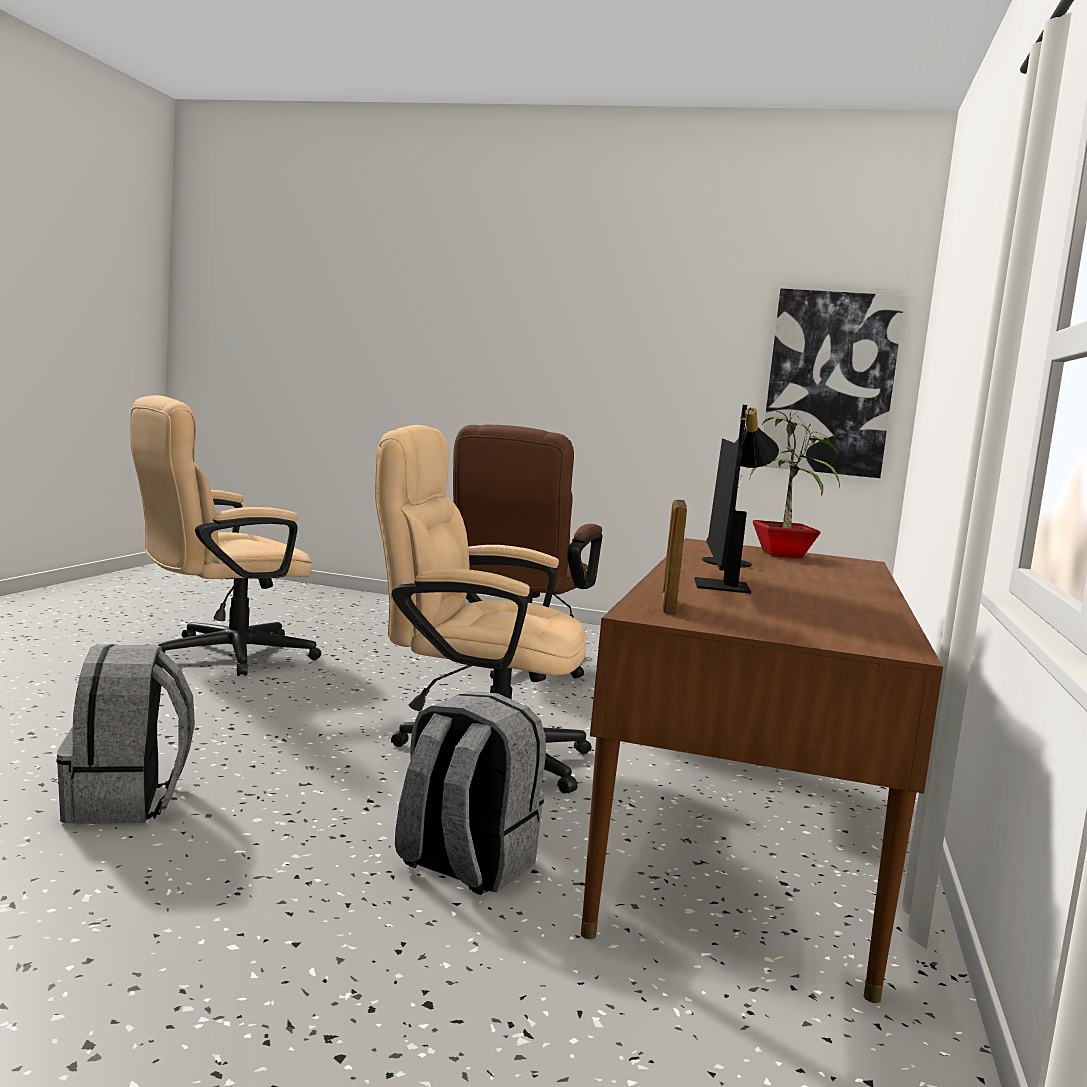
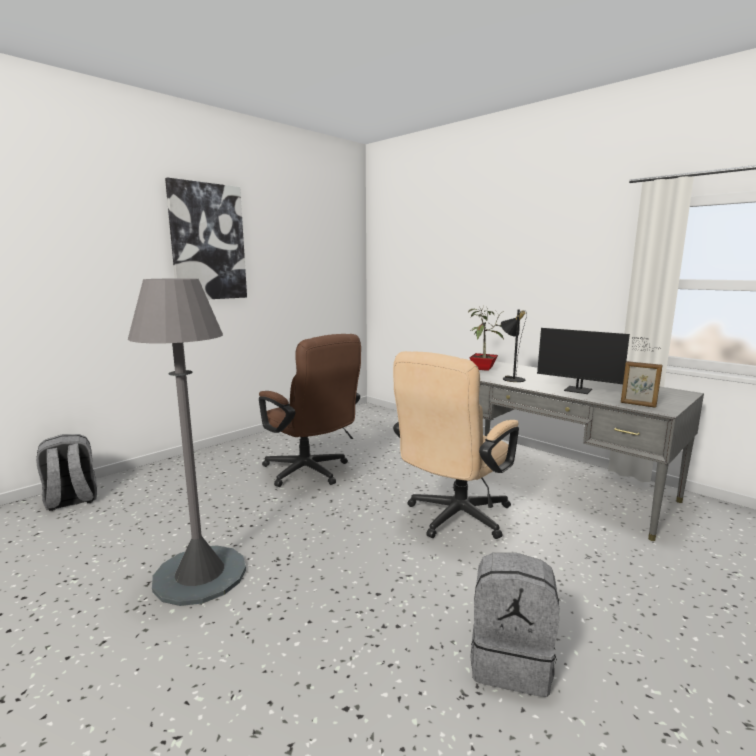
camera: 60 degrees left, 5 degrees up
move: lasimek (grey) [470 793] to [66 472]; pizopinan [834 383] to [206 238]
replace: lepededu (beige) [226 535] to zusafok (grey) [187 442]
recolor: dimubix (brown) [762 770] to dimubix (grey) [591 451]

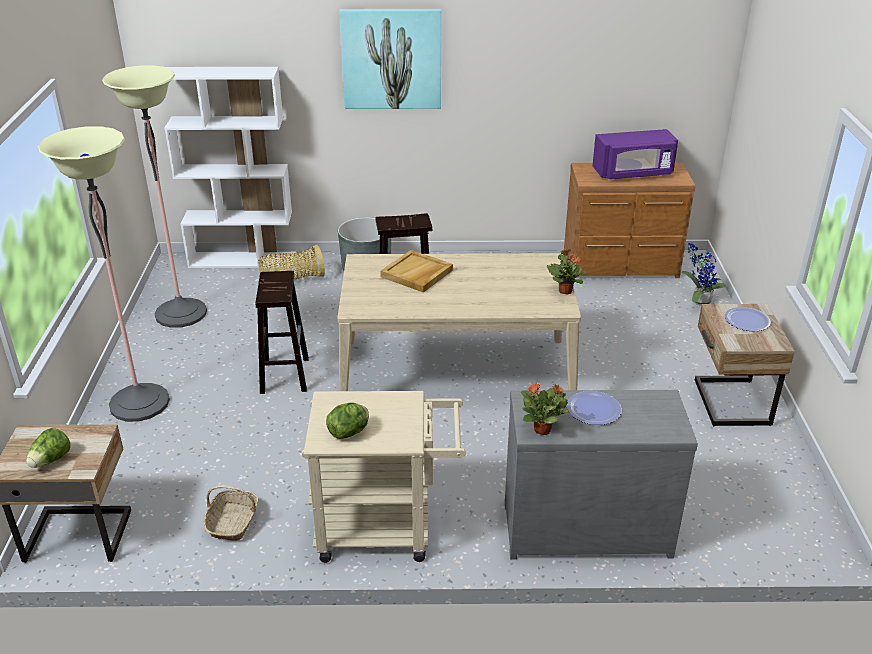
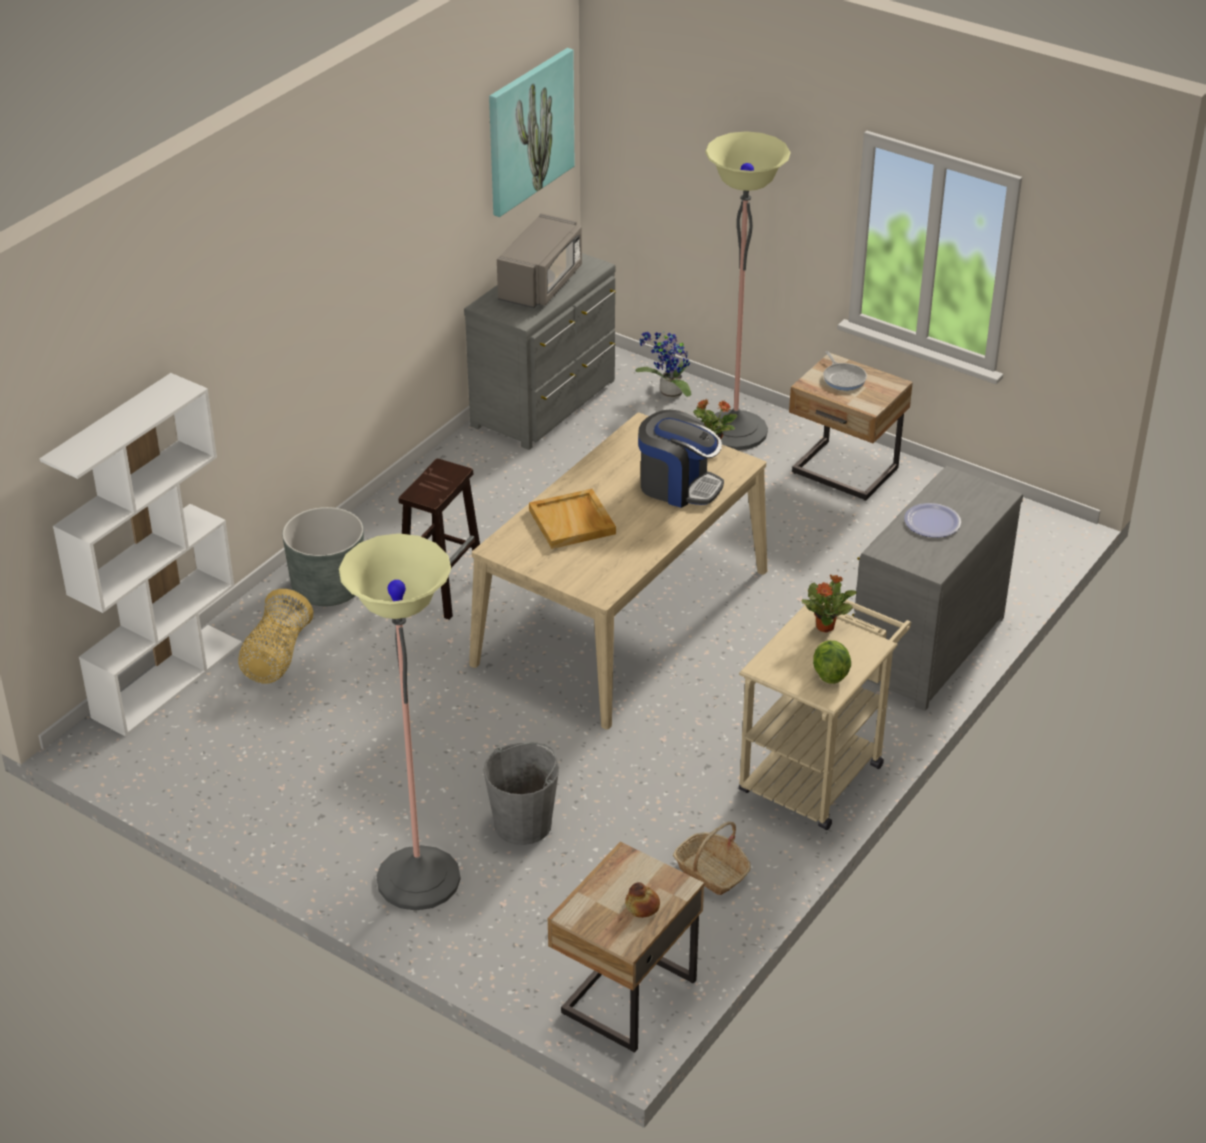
camera: 55 degrees left, 5 degrees up
delete: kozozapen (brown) [282 332]
insert: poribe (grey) [521 794]; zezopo [681 459]
move: zusafok [154 196] to [747 290]; pizopinan [390 59] to [531 132]; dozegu [545 408] to [829 603]
replace: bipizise [48 448] to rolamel [642 900]; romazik [748 319] to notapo [845 370]
recolor: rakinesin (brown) [630 220] to rakinesin (grey) [539 351]; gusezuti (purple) [635 154] to gusezuti (grey) [539 260]

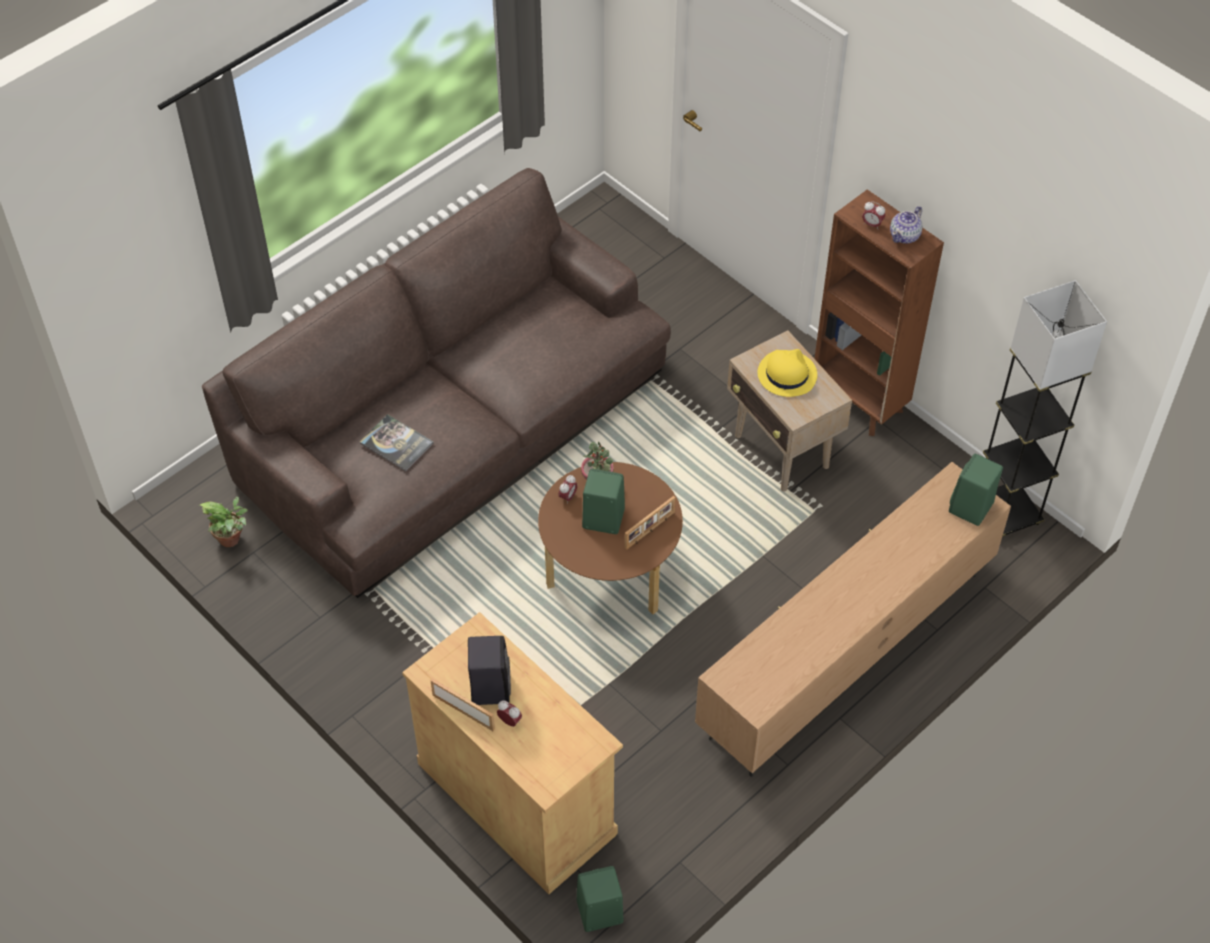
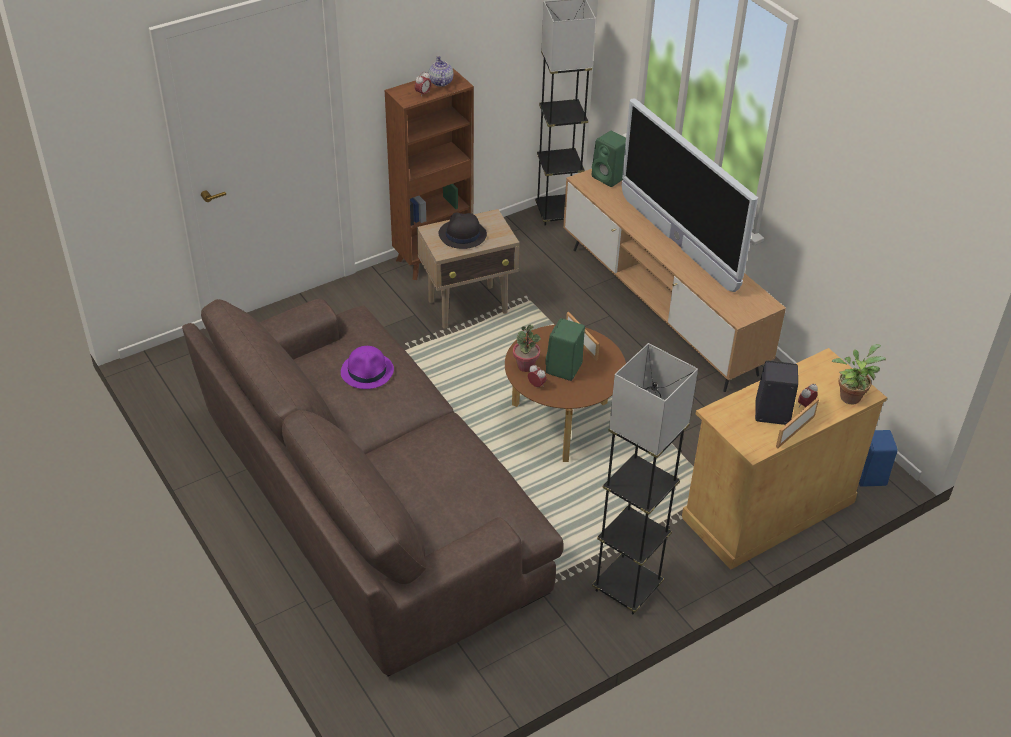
camera: 80 degrees left, 10 degrees down
delete: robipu [397 442]
insert: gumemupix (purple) [367 367]; zusafok (grey) [645 479]; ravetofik [690 195]
move: dozegu [223 522] to [859 374]
recolor: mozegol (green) [600 899] to mozegol (blue) [878 458]; gumemupix (yellow) [787 373] to gumemupix (black) [462 231]
rotate: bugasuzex [906 225] = [441 71] 150 degrees counterclockwise

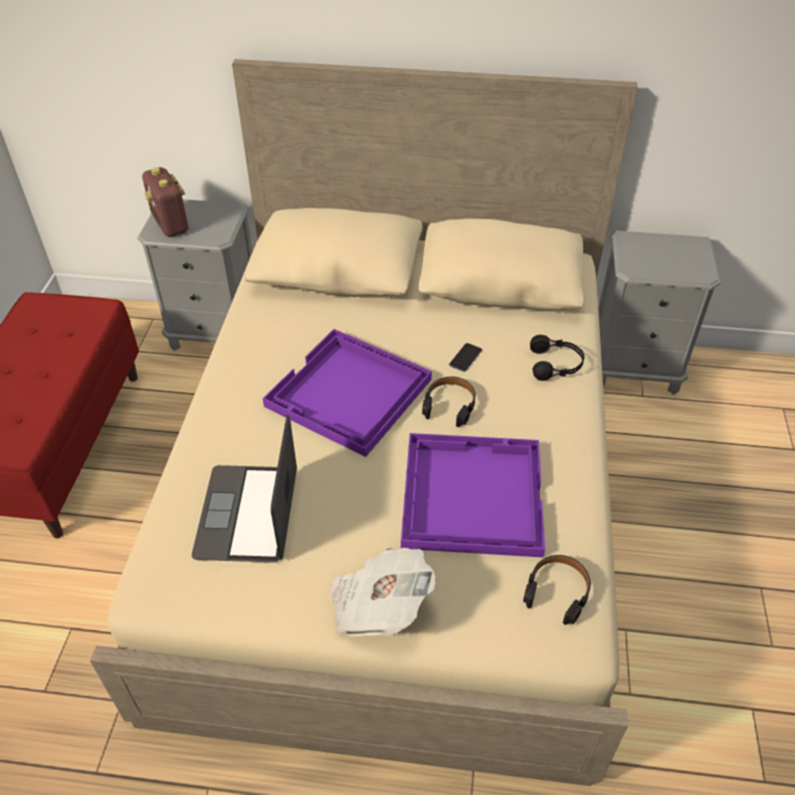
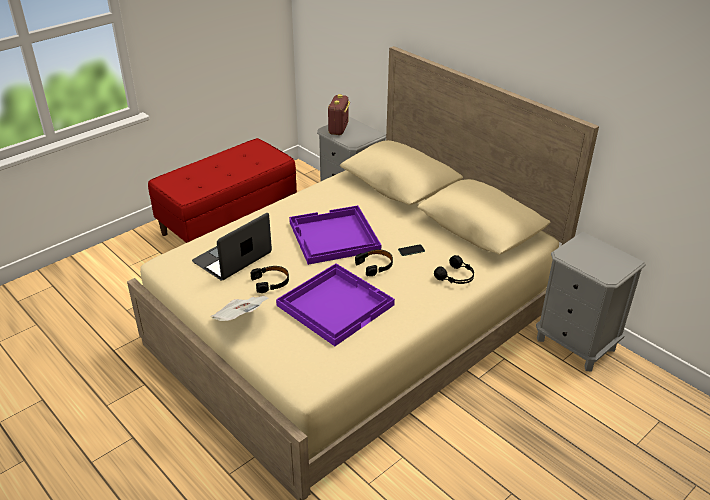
camera: 40 degrees right, 10 degrees down
move: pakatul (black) [557 590] to [270 279]

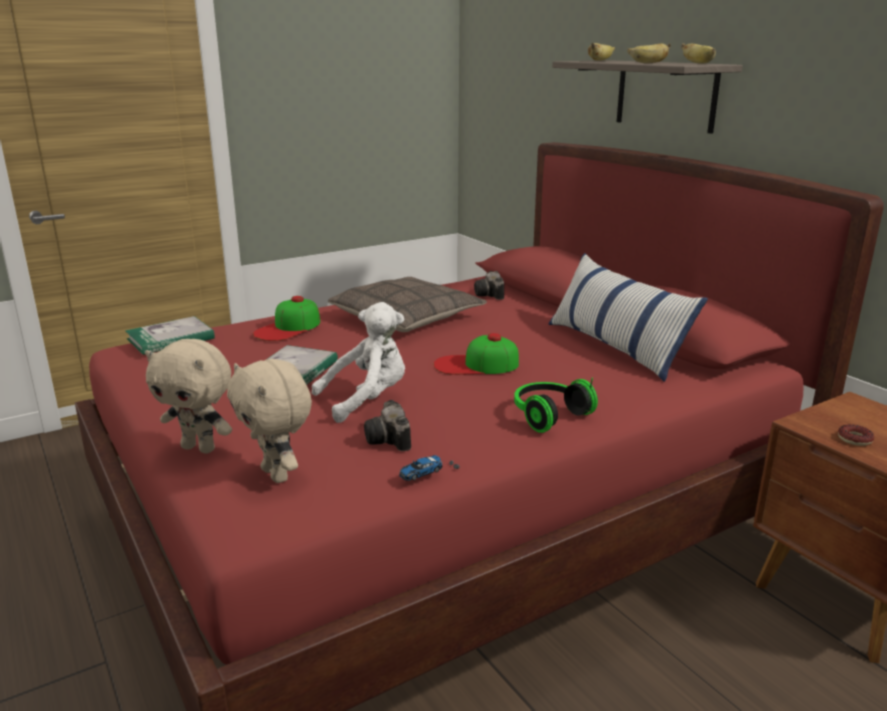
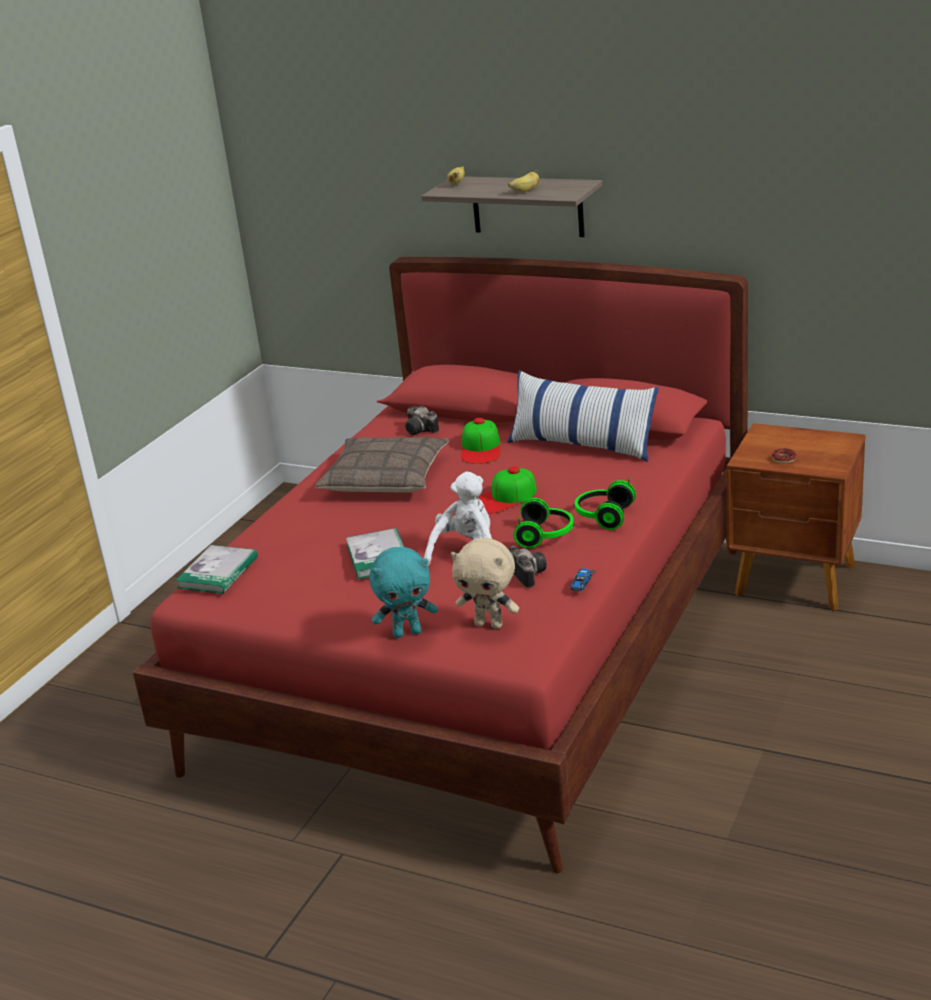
camera: 30 degrees left, 5 degrees up
delete: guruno [698 53]
insert: pakatul [544 523]
move: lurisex [286 318] to [480 441]
recolor: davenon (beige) [188 396] to davenon (turquoise) [404 592]
rotate: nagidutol [387 425] = [527 567] 150 degrees counterclockwise

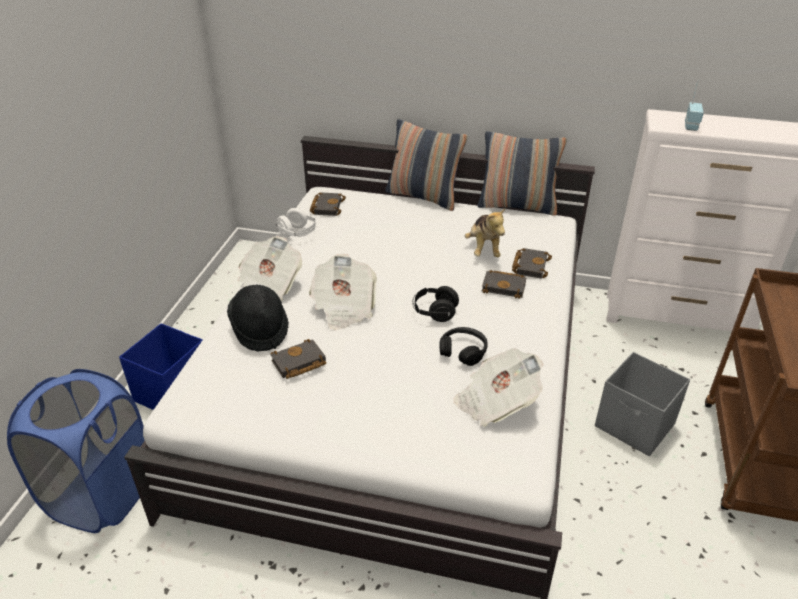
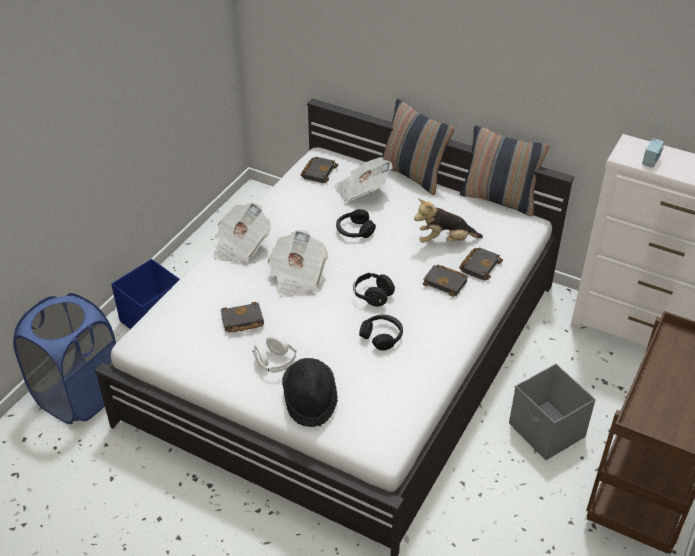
camera: 15 degrees right, 5 degrees up
insert: pakatul (black) [356 223]
move: gumemupix (black) [258 318] to [310 392]; pakatul (white) [296 222] to [274 353]; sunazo [498 387] to [363 179]
rotate: davenon [485 232] = [448 221] 75 degrees clockwise

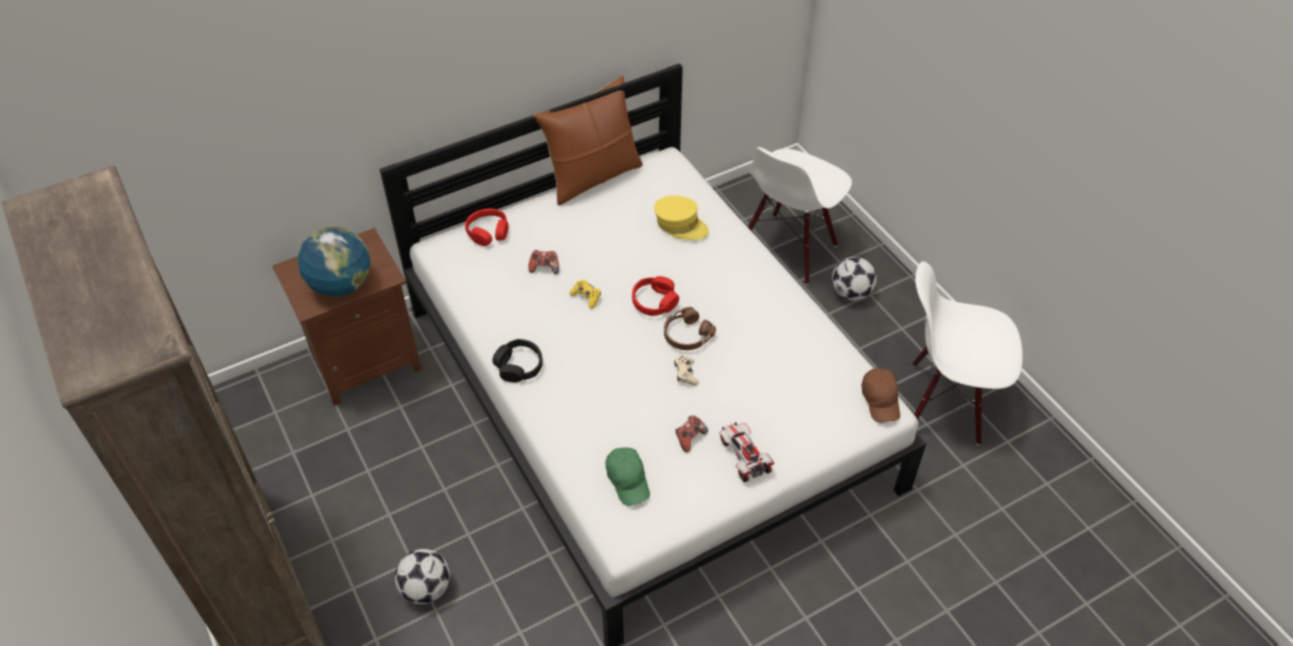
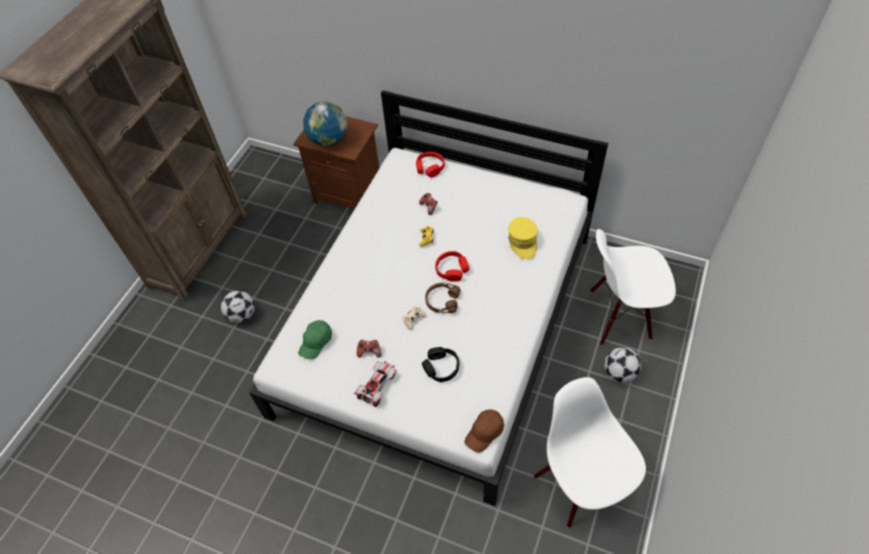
camera: 55 degrees right, 5 degrees up
delete: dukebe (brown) [588 140]
move: pakatul (black) [517 360] to [440 364]

